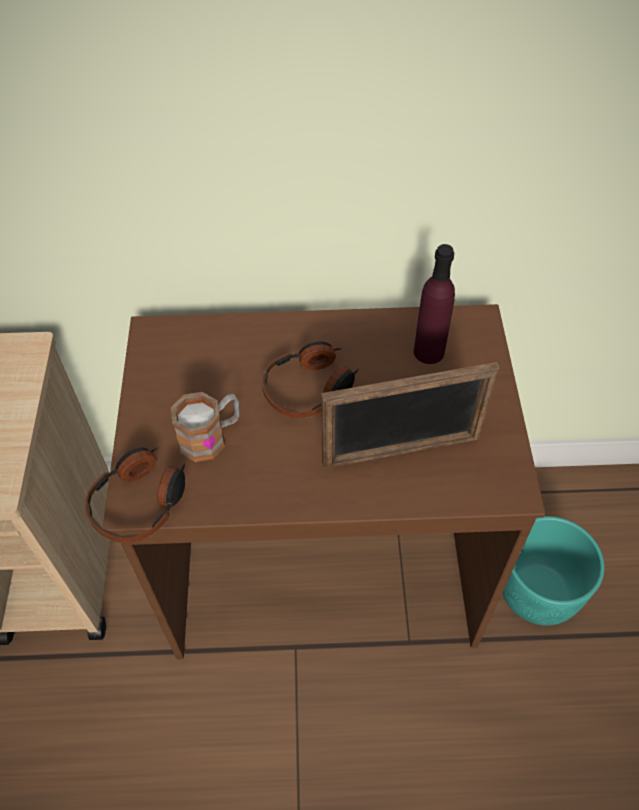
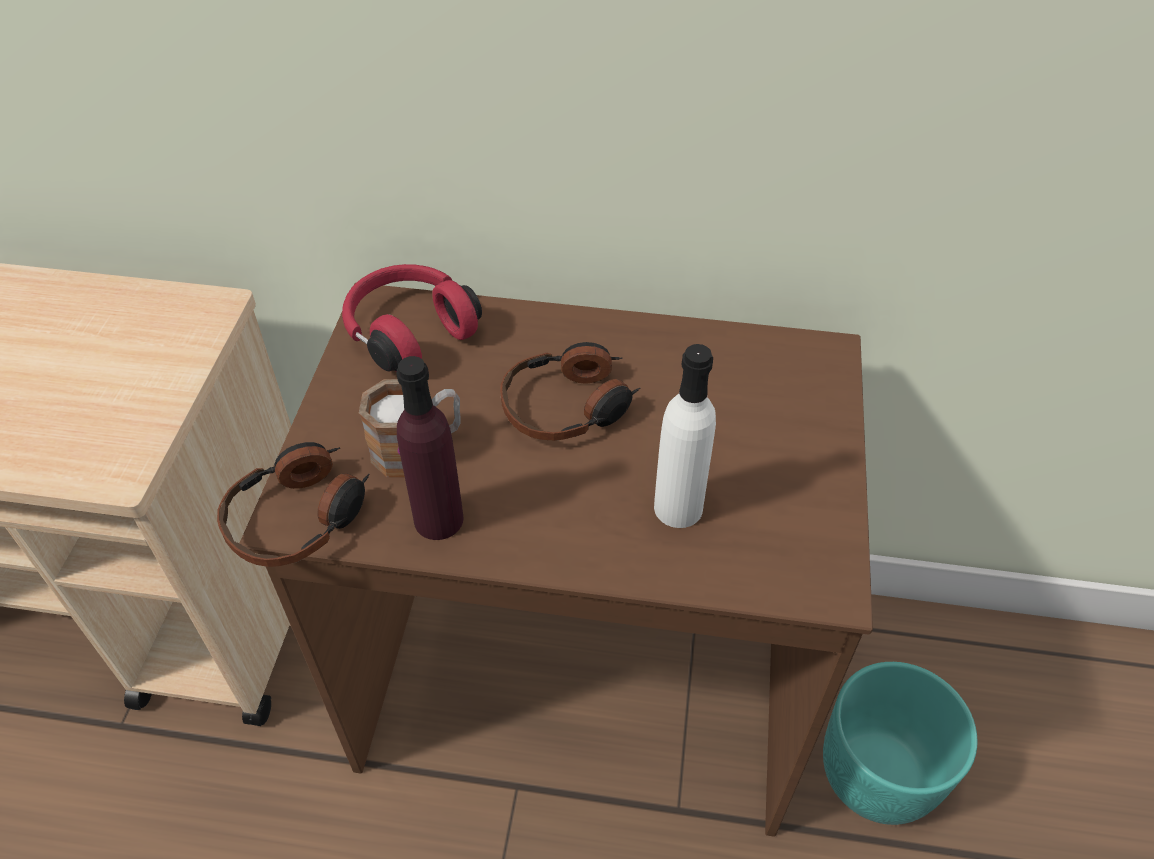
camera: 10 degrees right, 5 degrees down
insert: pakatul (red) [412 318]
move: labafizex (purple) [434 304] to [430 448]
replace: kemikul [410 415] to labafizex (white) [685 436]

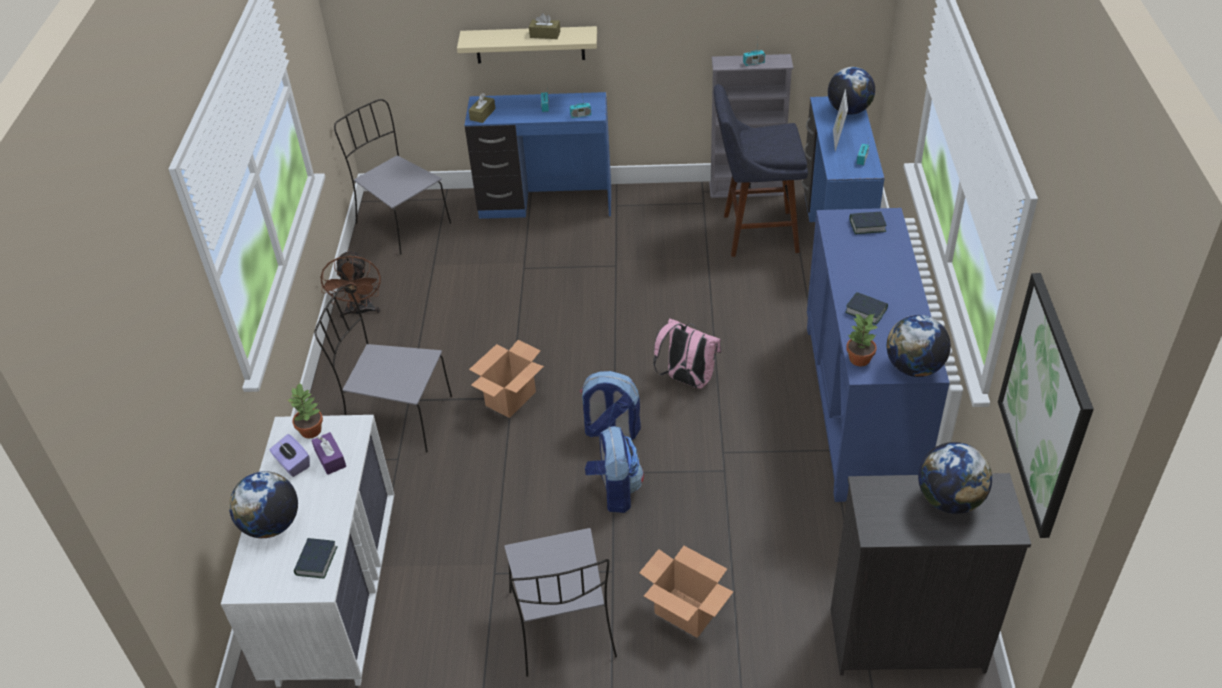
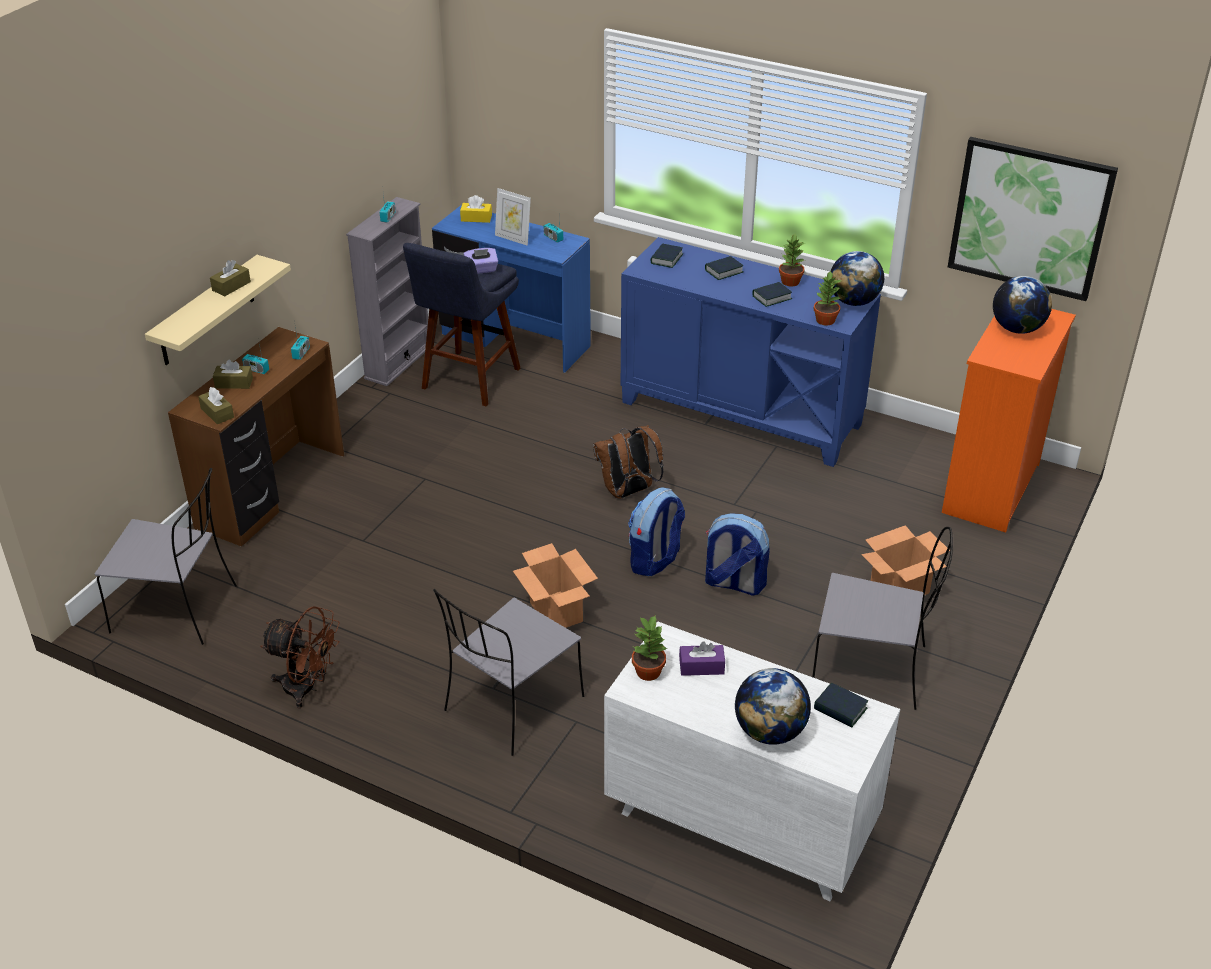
camera: 65 degrees left, 5 degrees down
insert: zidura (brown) [233 374]; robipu [724 268]; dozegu [792 260]
move: zidura (purple) [290 455] to [481 261]
replace: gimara [851 91] to zidura (yellow) [476 209]
recolor: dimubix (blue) [537 155] to dimubix (brown) [256 437]; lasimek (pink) [687 353] to lasimek (brown) [628 462]; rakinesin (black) [930 574] to rakinesin (orange) [1009 421]
rotate: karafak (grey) [392 176] = [166 556] 150 degrees counterclockwise

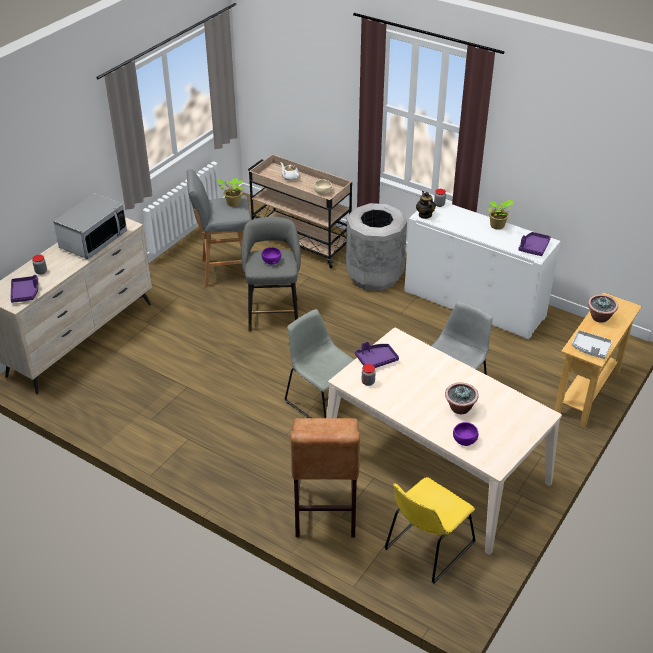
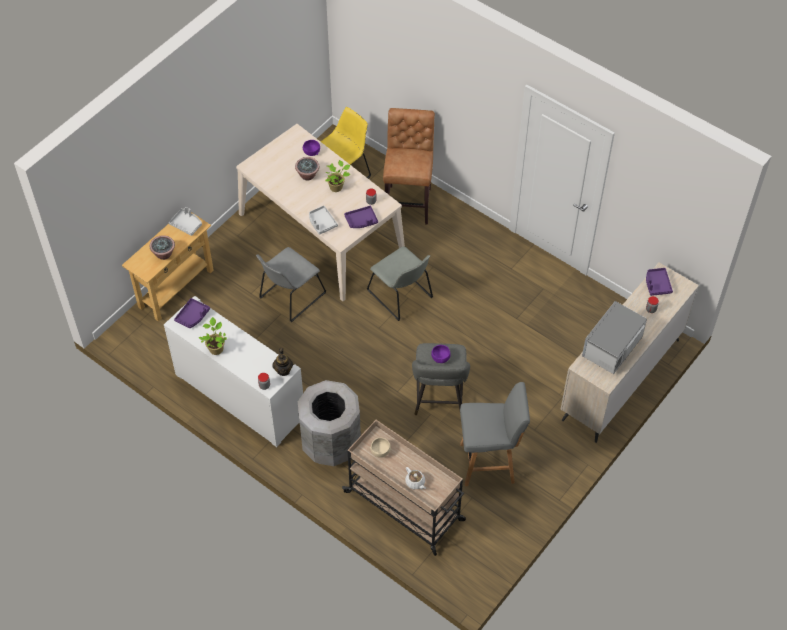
camera: 175 degrees left, 15 degrees up
insert: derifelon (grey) [323 220]
move: dozegu [229 192] to [337 176]

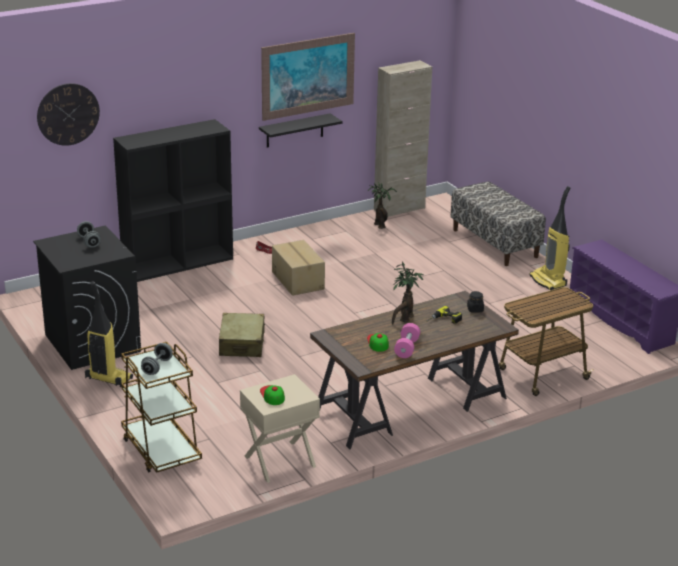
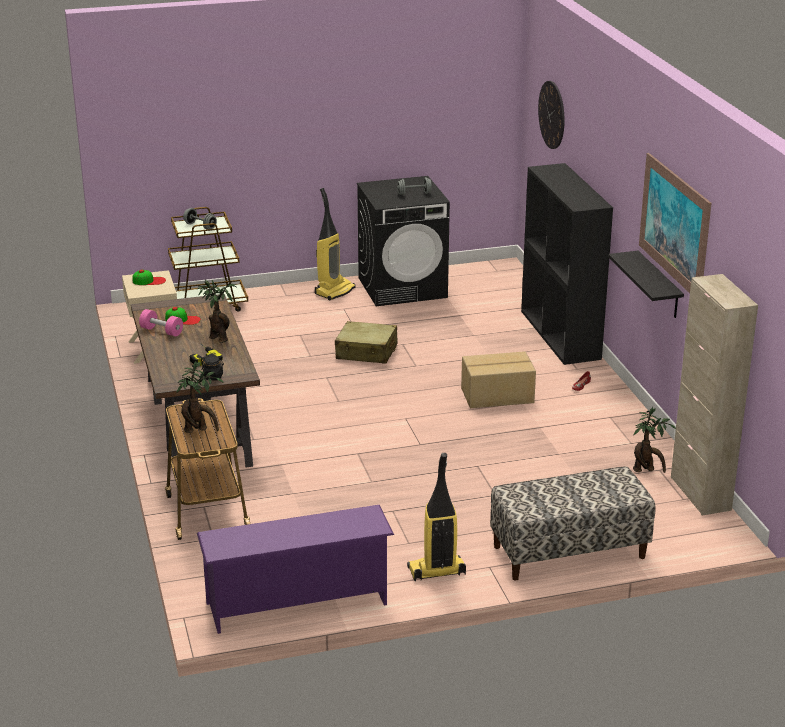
camera: 105 degrees right, 0 degrees up
insert: dozegu [200 397]

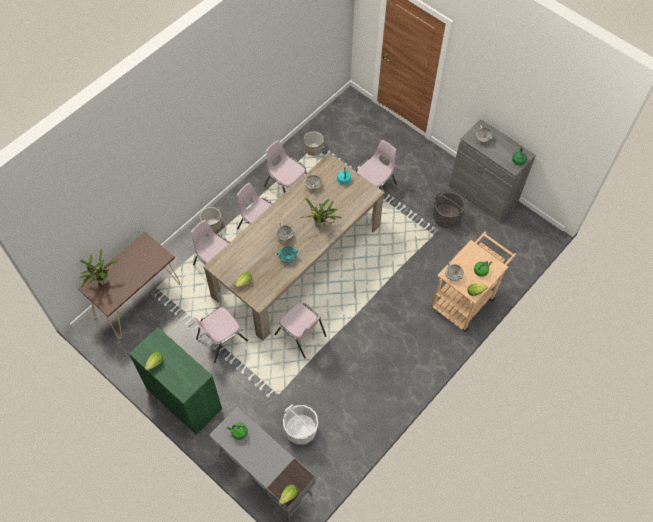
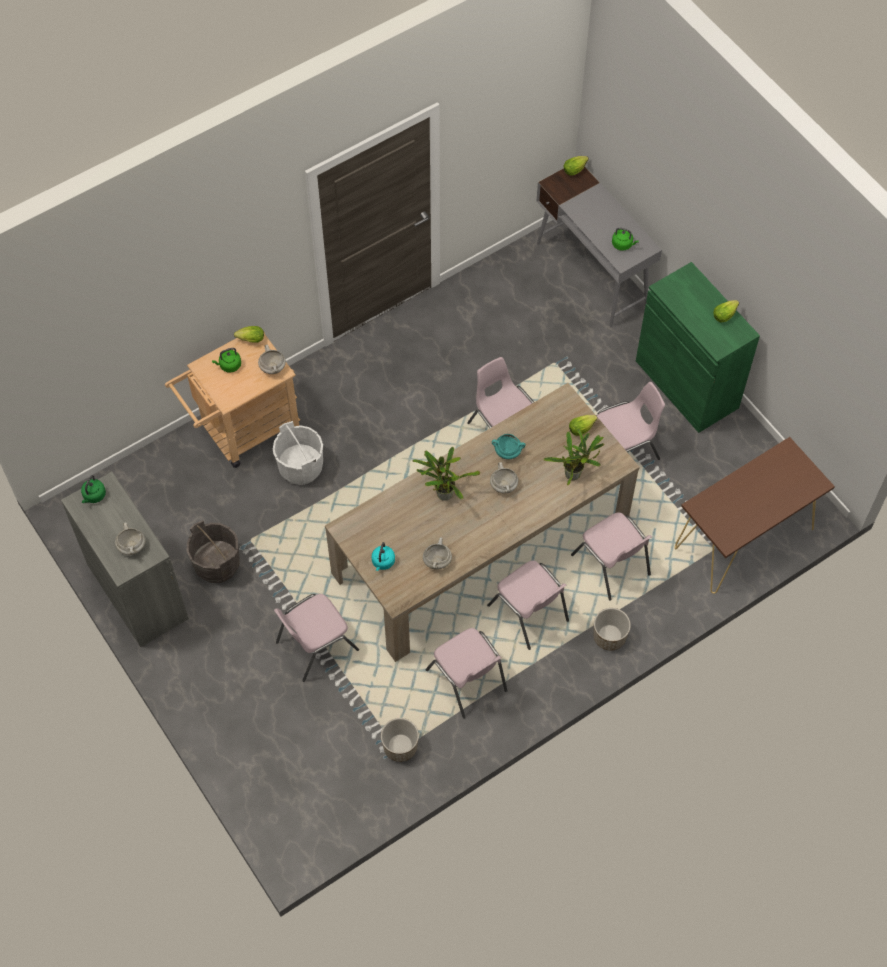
camera: 165 degrees left, 0 degrees up
move: dozegu [98 268] to [573 457]; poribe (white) [300 424] to [298 453]

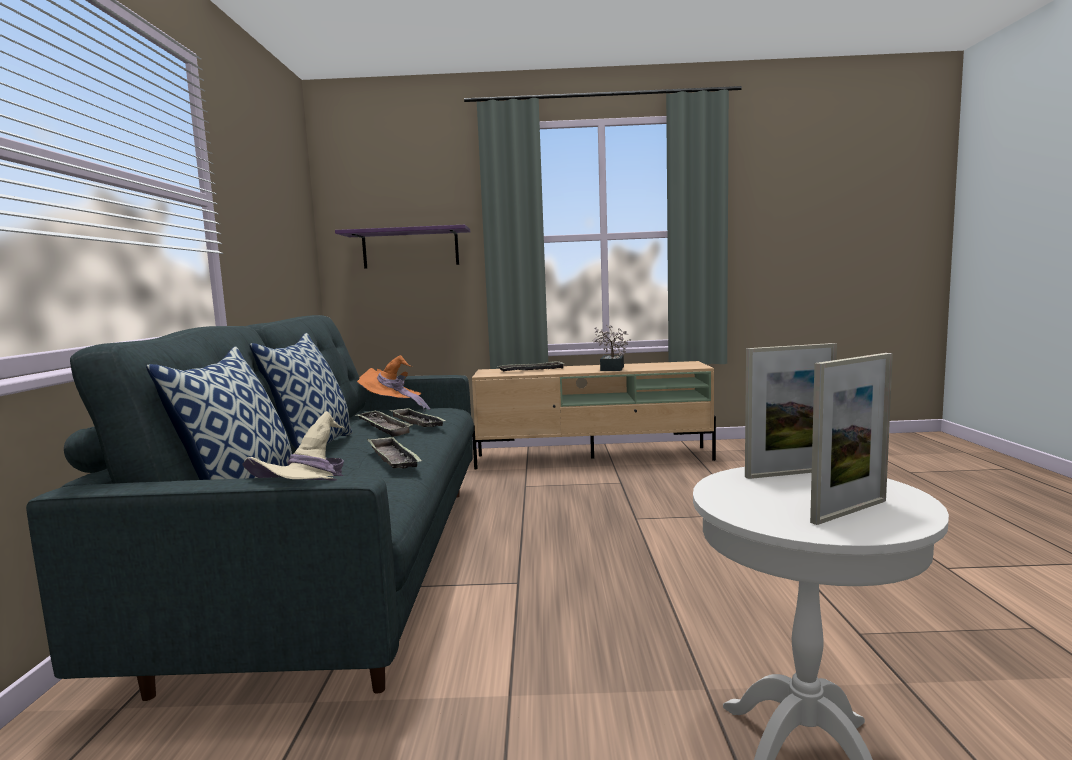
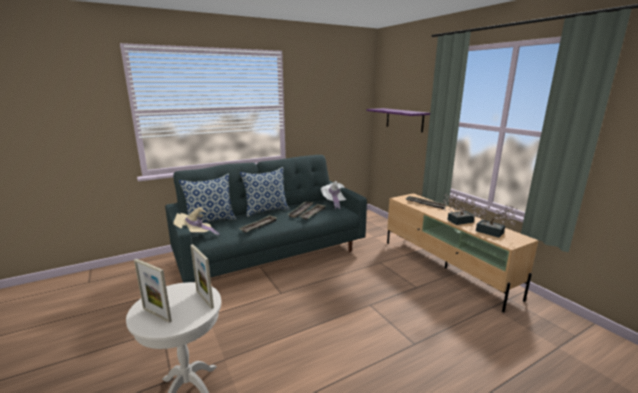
camera: 60 degrees right, 10 degrees up
insert: dozegu [495 221]
recolor: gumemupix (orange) [393 383] to gumemupix (white) [334 195]

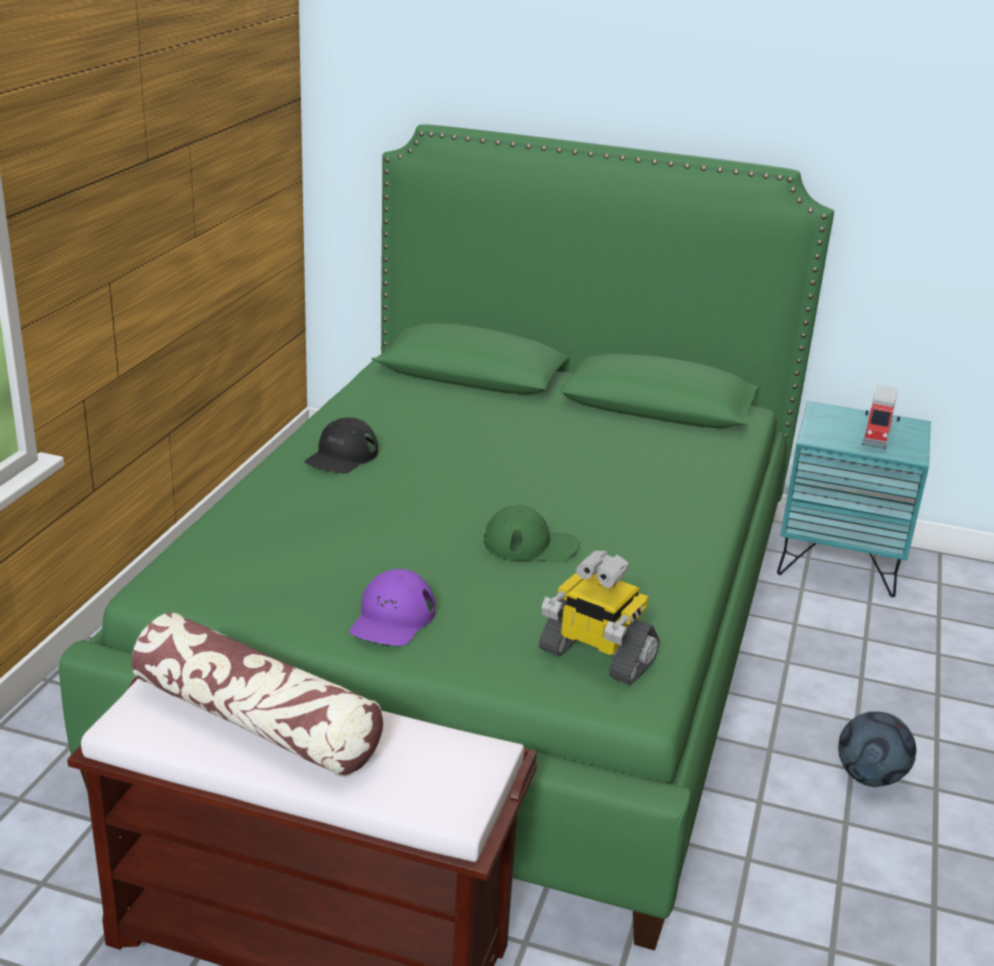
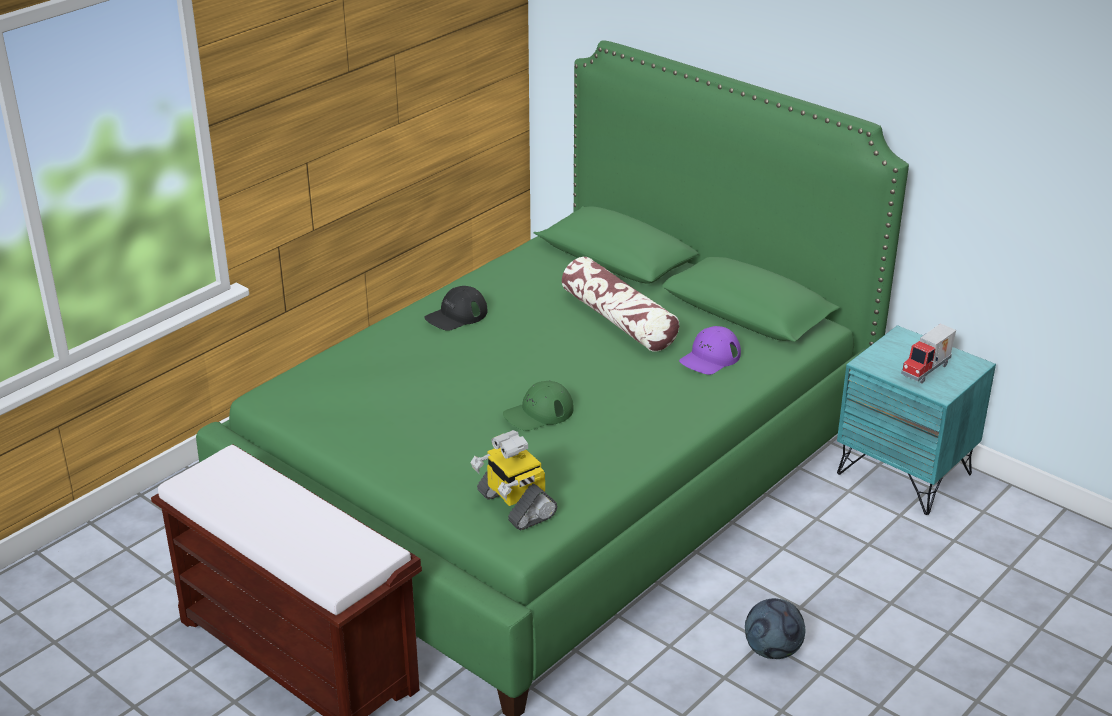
camera: 25 degrees right, 5 degrees up
move: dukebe [257 694] to [620 304]; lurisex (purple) [392 607] to [710 350]
rotate: lurisex (green) [531 533] = [538 406] 120 degrees clockwise

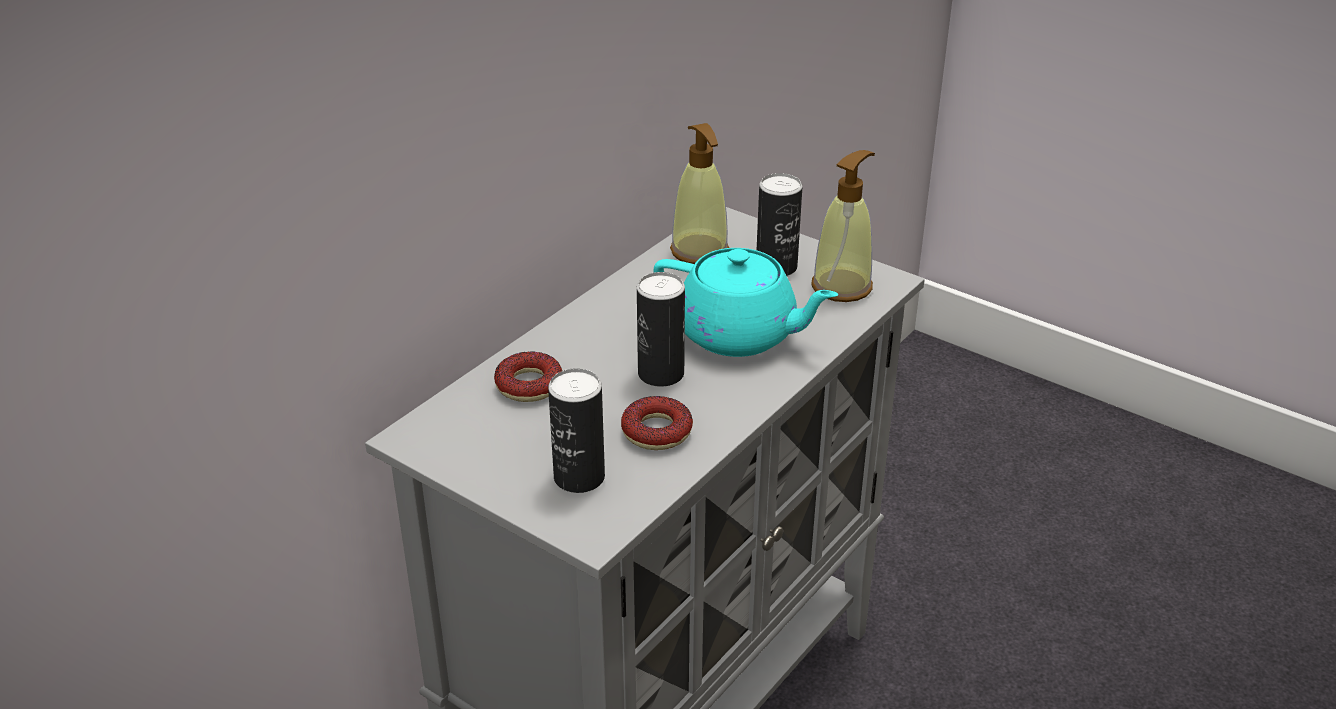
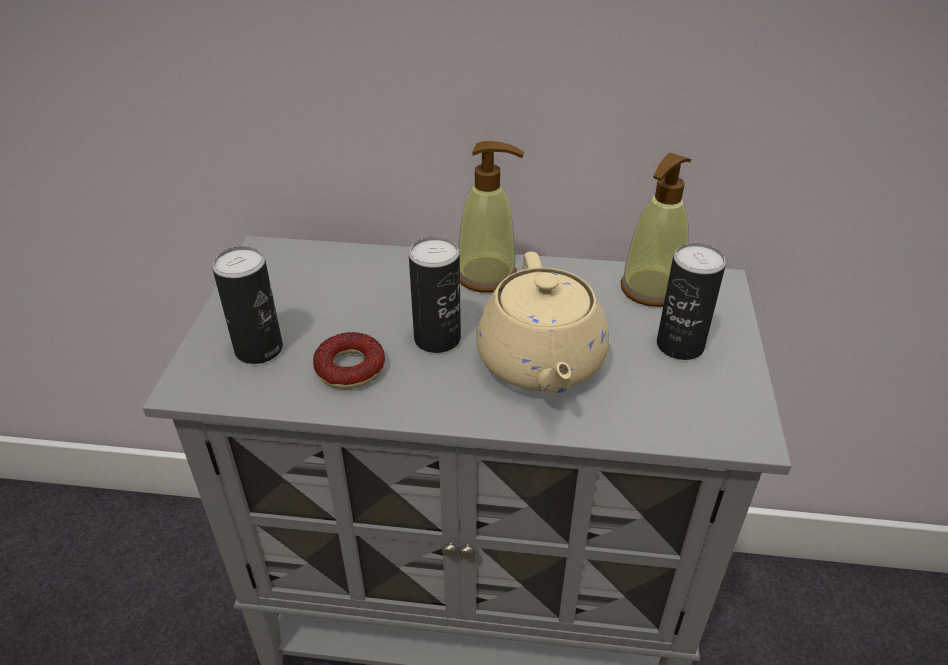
camera: 60 degrees right, 5 degrees up
delete: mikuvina [528 376]
move: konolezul [843 226] to [491 216]
recolor: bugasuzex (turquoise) [745 302] to bugasuzex (beige) [542 323]

